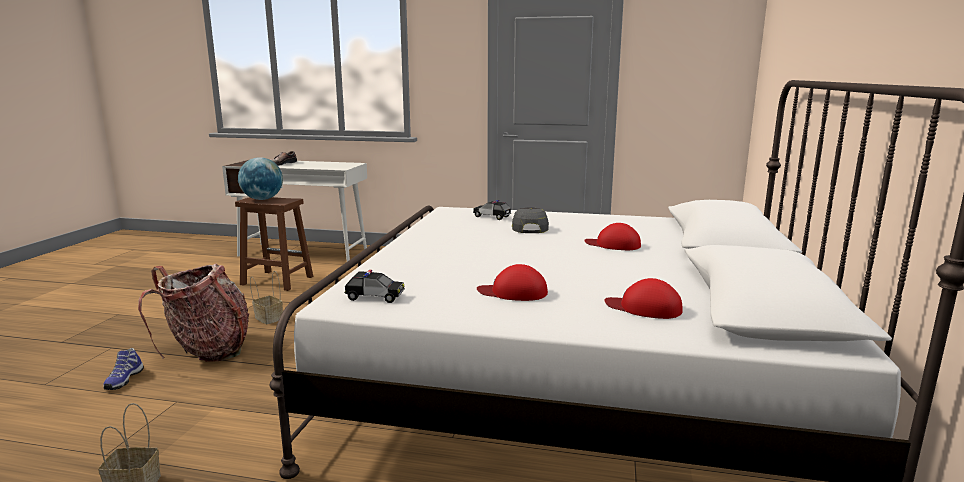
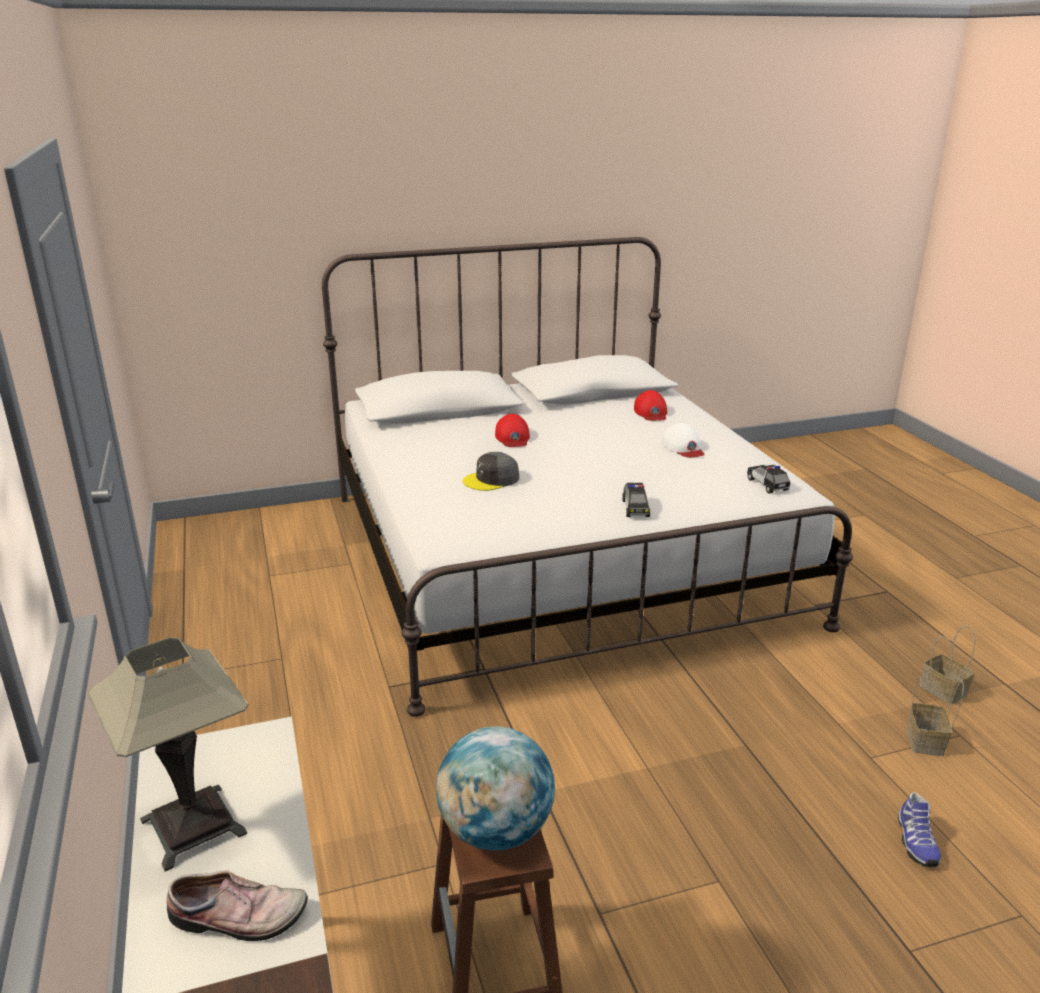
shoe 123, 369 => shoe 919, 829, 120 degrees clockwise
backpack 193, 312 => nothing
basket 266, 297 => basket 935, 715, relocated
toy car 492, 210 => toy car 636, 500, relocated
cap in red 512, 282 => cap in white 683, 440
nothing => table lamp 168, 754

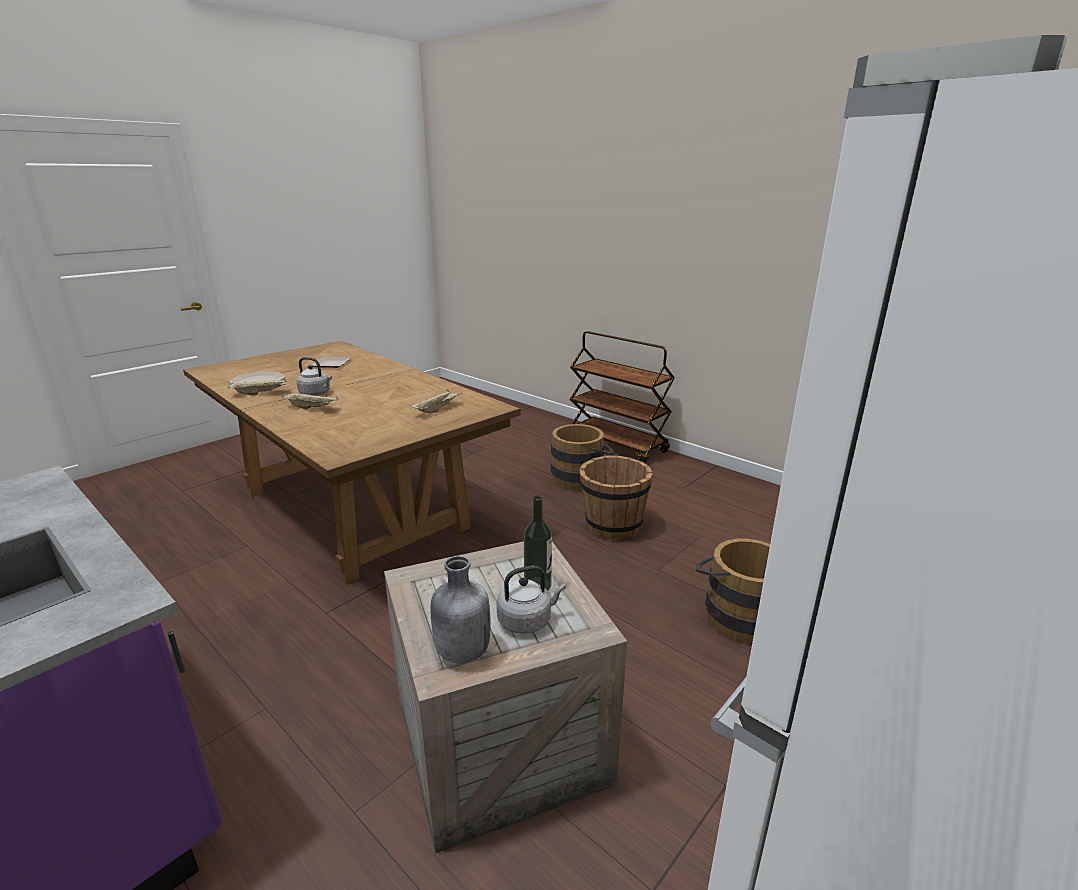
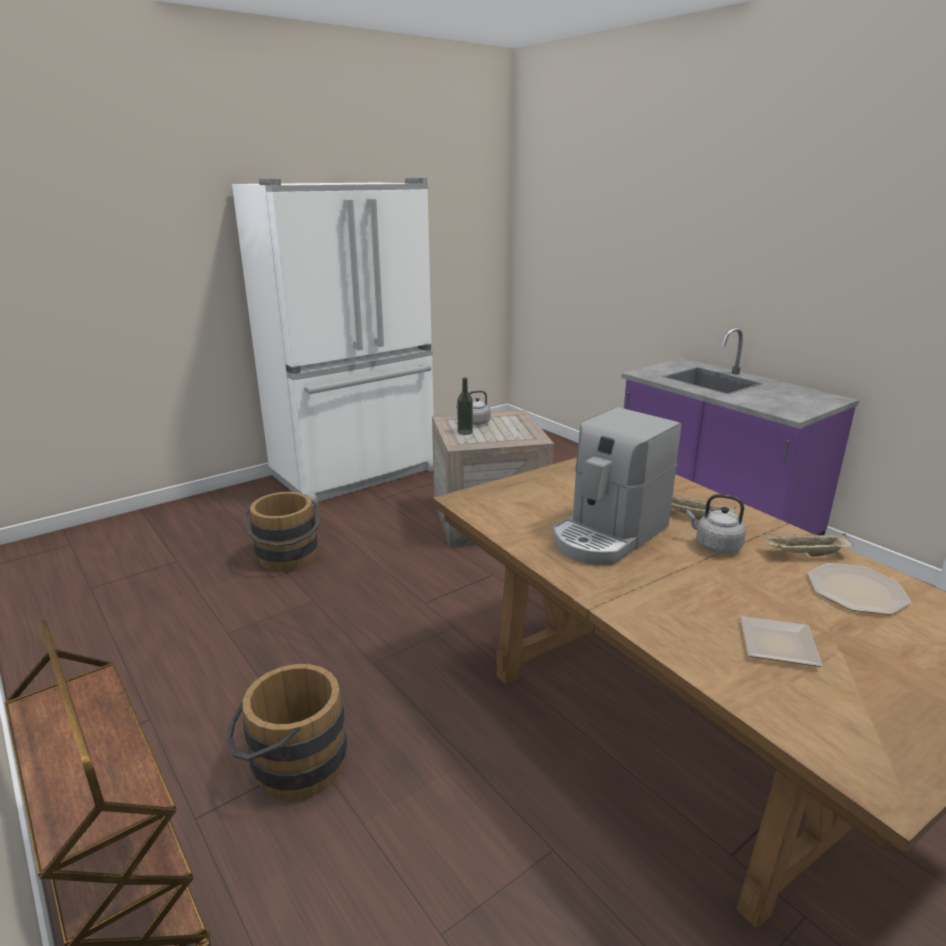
tray in beige 437, 401 => nothing
bottle in grey 460, 609 => nothing
bucket in brown 616, 498 => nothing
nothing => coffee machine 617, 486

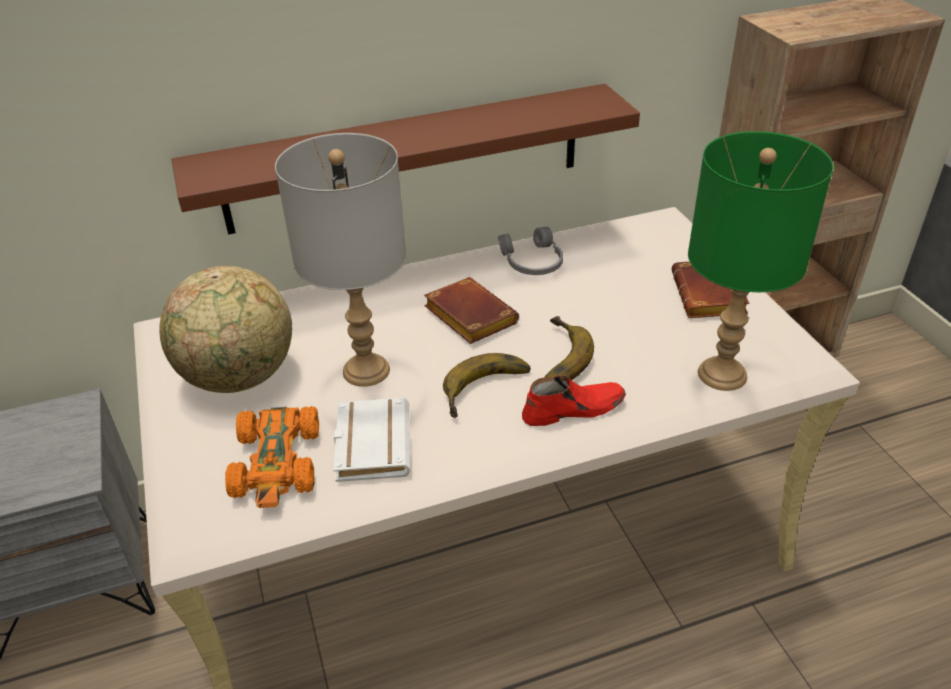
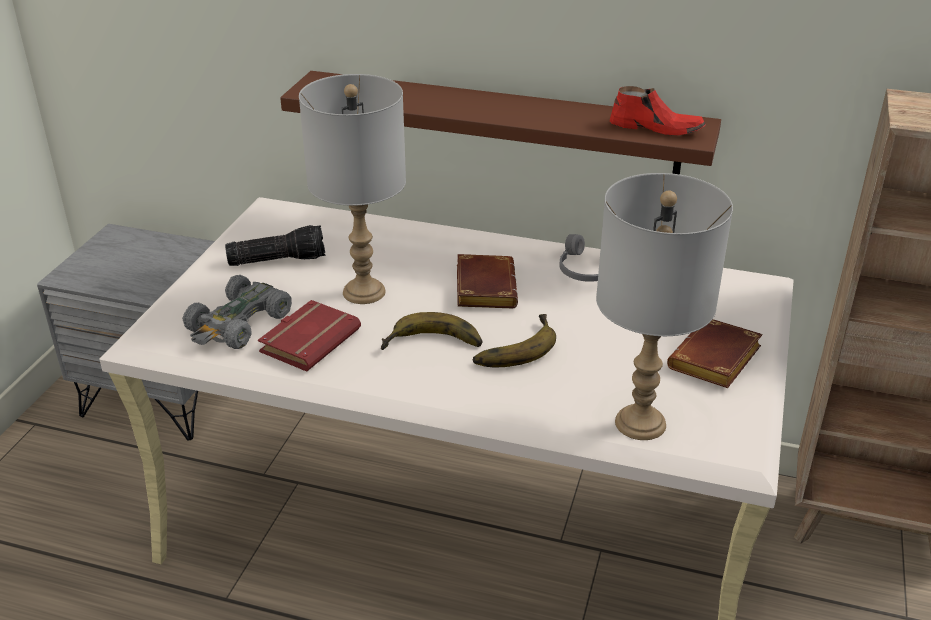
globe 225, 329 => flashlight 275, 245
toy car in orange 272, 457 => toy car in grey 237, 312
book in white 372, 440 => book in red 309, 336
shoe in red 574, 400 => shoe in red 658, 110, relocated
table lamp in green 761, 261 => table lamp in grey 664, 306

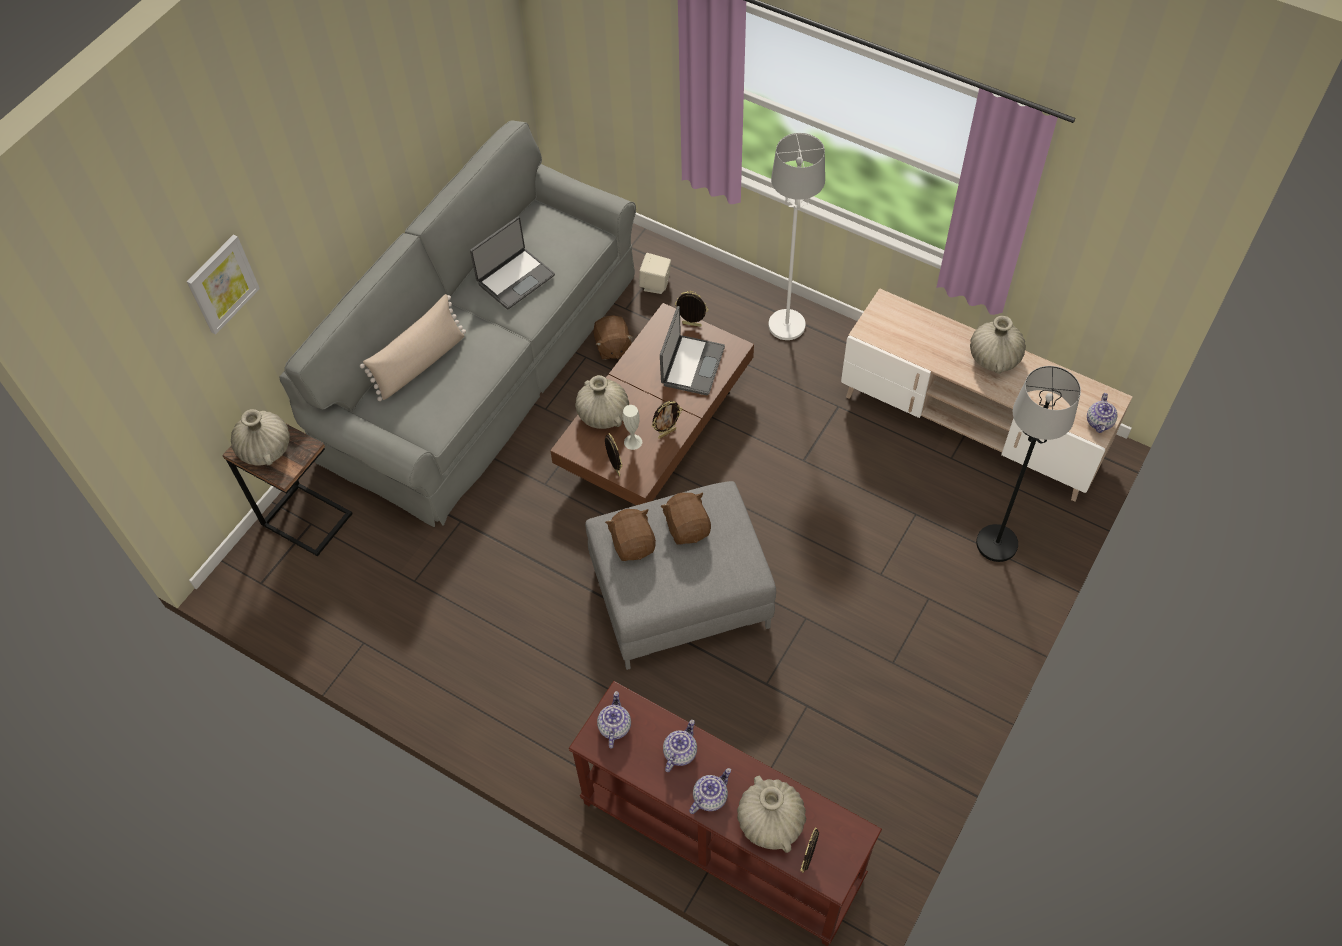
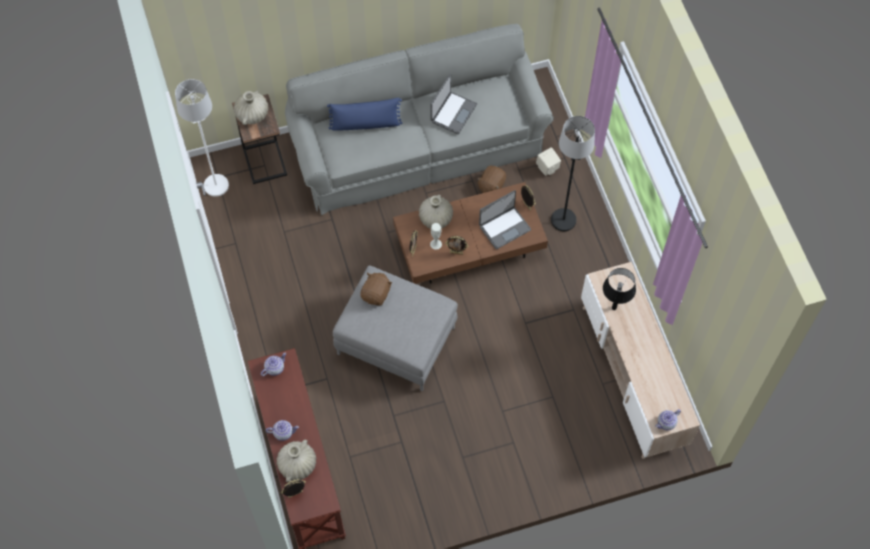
picture 223, 284 => nothing
pillow in beige 413, 347 => pillow in blue 364, 114
laptop 512, 263 => laptop 453, 104, 60 degrees counterclockwise
plush toy in brown 686, 518 => nothing
teapot 680, 746 => nothing
floor lamp in white 797, 236 => floor lamp in white 202, 138, relocated
vase in beige 998, 345 => nothing
floor lamp in black 1028, 464 => floor lamp in black 573, 173, relocated
nothing => table lamp in black 619, 289

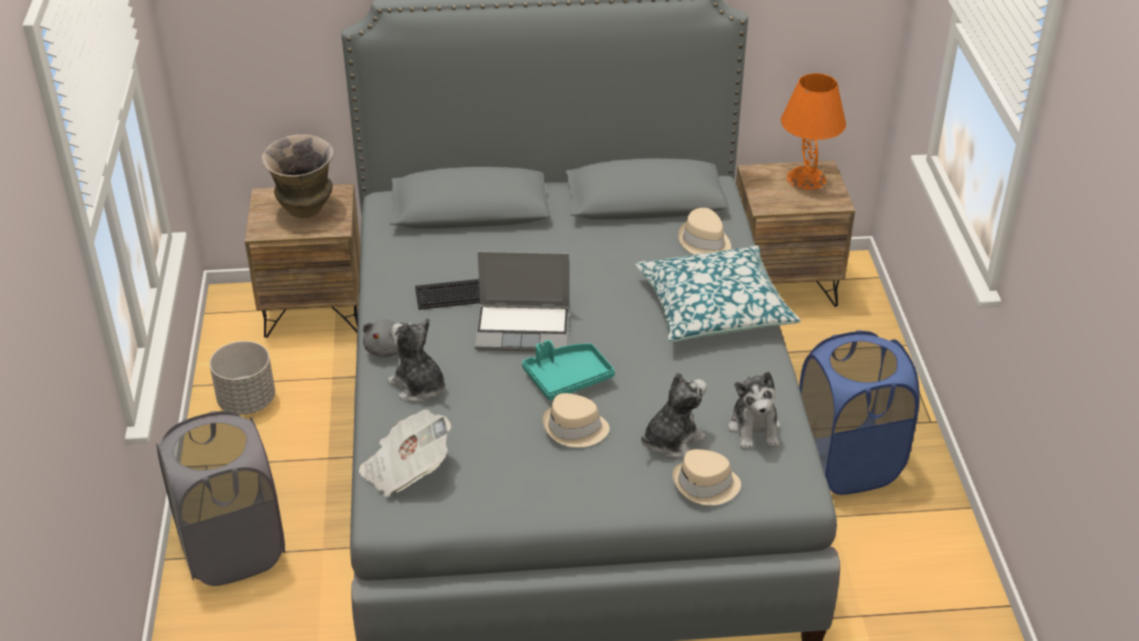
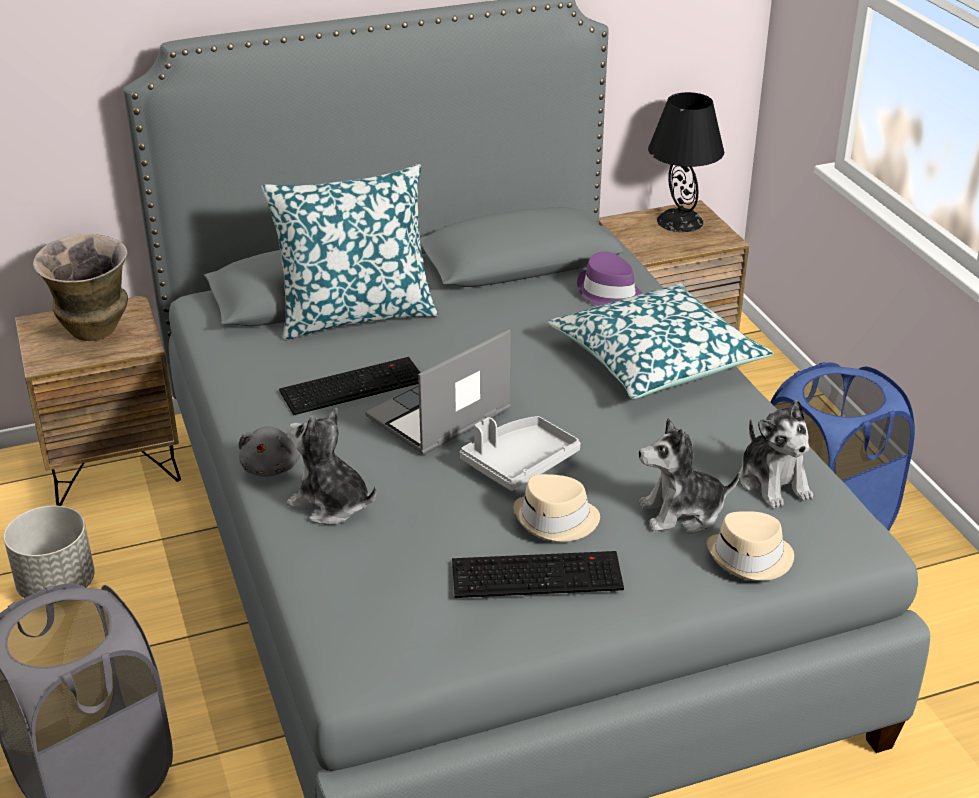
newspaper 405, 453 => nothing
laptop 522, 301 => laptop 438, 391, 150 degrees clockwise
tray in turquoise 568, 370 => tray in grey 520, 453
plush toy 674, 415 => plush toy 689, 476, 135 degrees counterclockwise
hat in beige 704, 231 => hat in purple 610, 278
table lamp in orange 813, 131 => table lamp in black 686, 162
nothing => pillow 349, 252
nothing => keyboard 538, 574

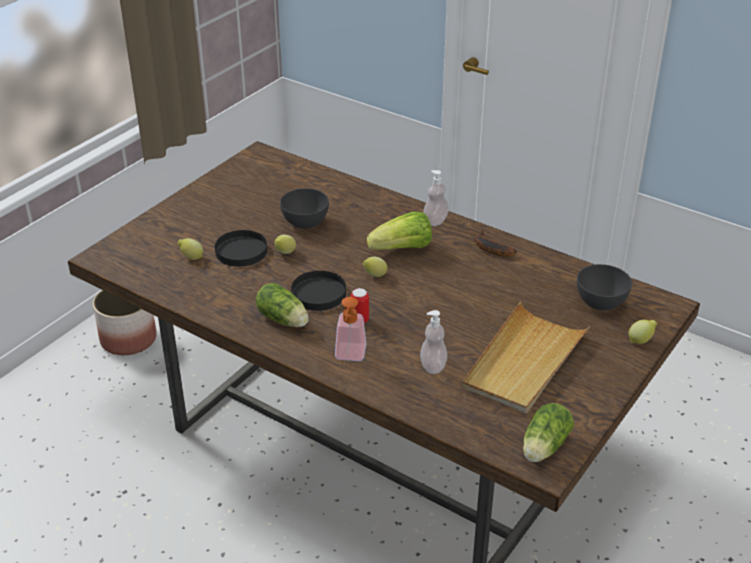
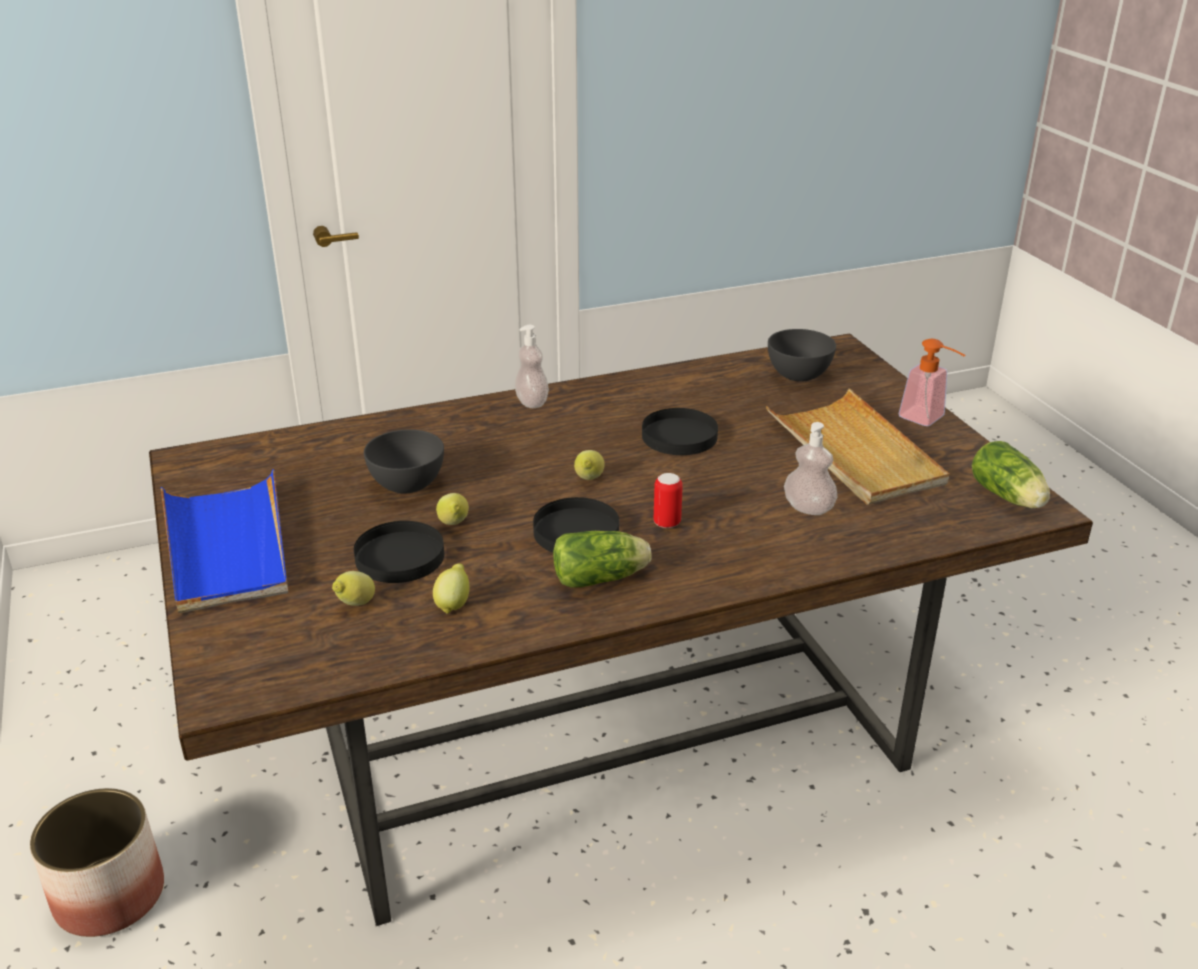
soap dispenser 350, 329 => soap dispenser 931, 382, relocated
lettuce 399, 231 => nothing
banana 496, 243 => nothing
lemon 642, 332 => lemon 451, 589, relocated
nothing => tray in blue 224, 541
nothing => plate in black 680, 431

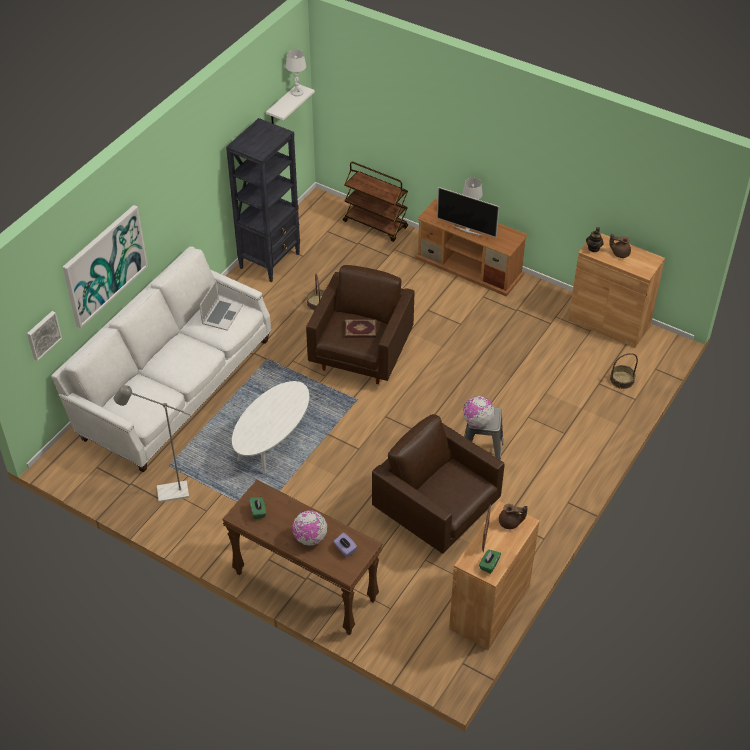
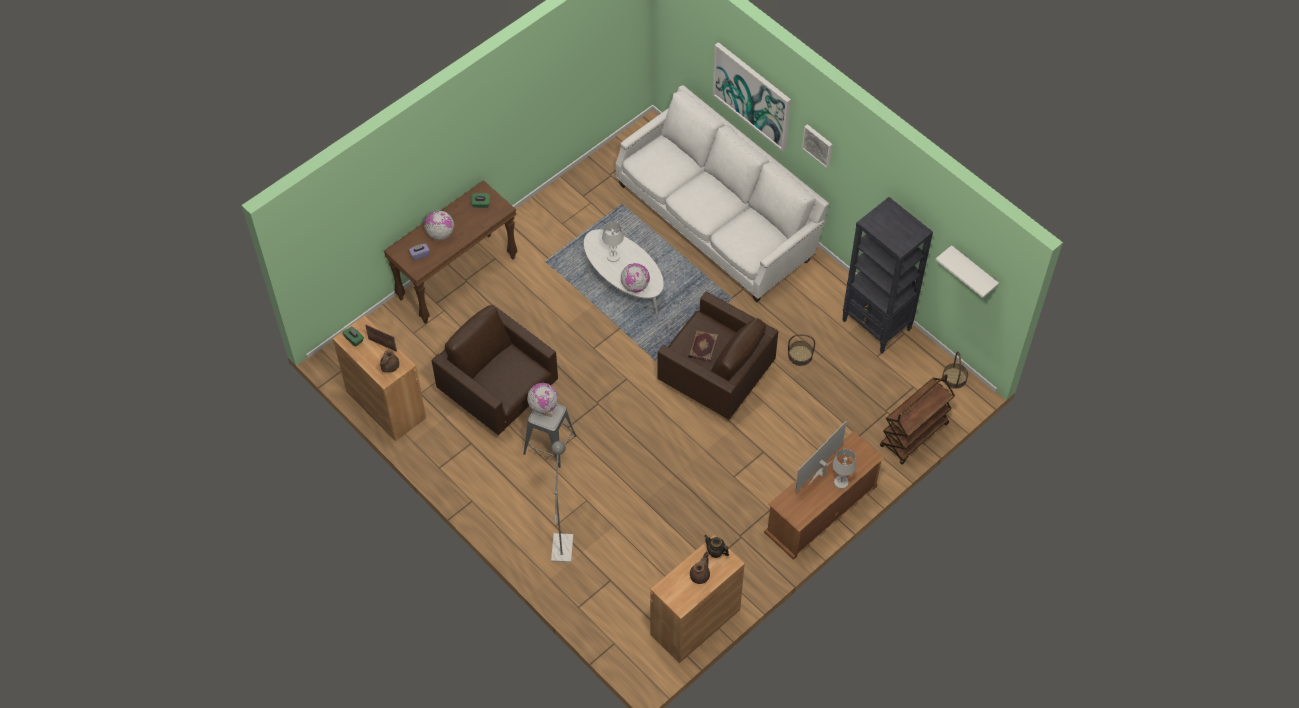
picture 44, 336 => picture 817, 146, relocated
floor lamp in grey 152, 443 => floor lamp in grey 562, 502, relocated
laptop 221, 305 => nothing
table lamp in white 296, 72 => table lamp in white 613, 242, relocated
armchair in brown 438, 484 => armchair in brown 495, 370, 105 degrees counterclockwise
basket 624, 371 => basket 955, 370, relocated
nothing => globe 635, 278

